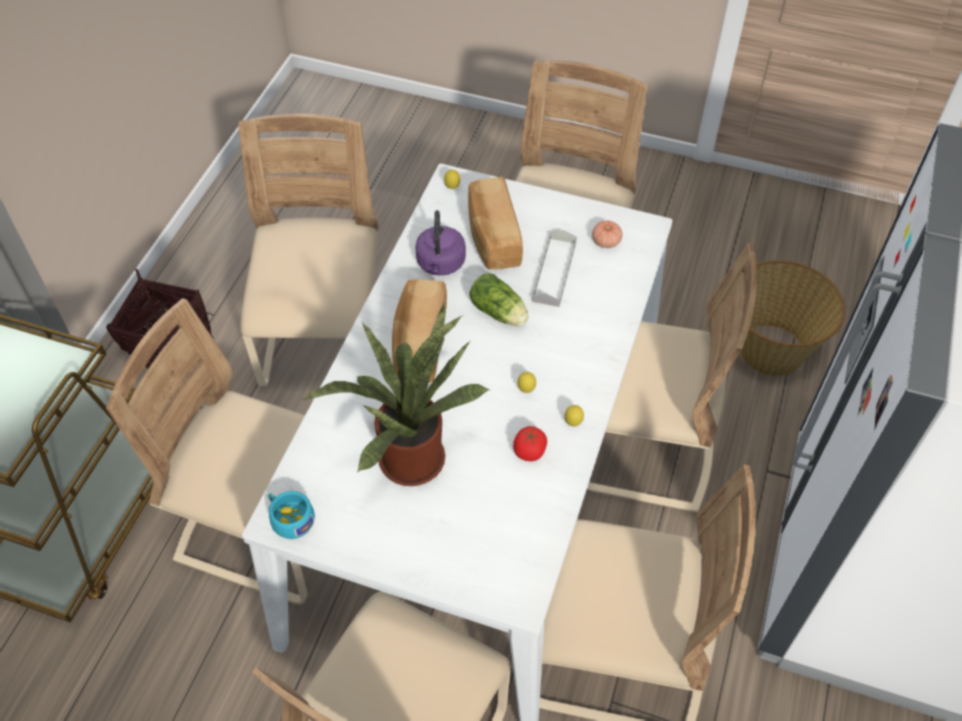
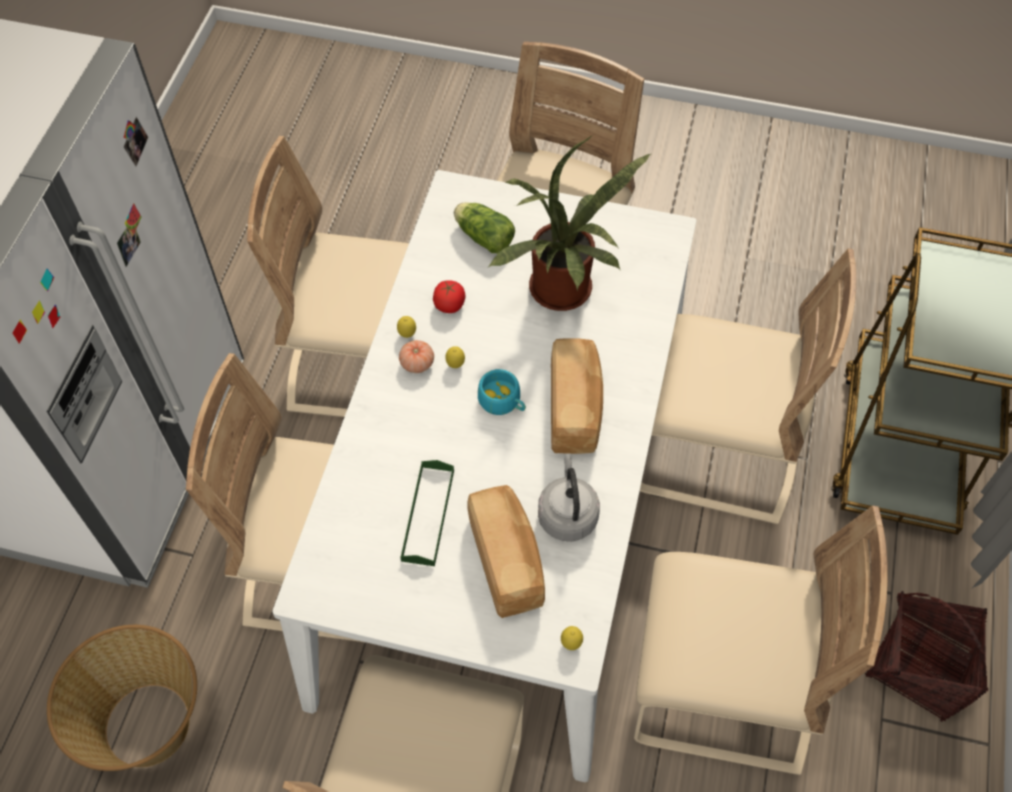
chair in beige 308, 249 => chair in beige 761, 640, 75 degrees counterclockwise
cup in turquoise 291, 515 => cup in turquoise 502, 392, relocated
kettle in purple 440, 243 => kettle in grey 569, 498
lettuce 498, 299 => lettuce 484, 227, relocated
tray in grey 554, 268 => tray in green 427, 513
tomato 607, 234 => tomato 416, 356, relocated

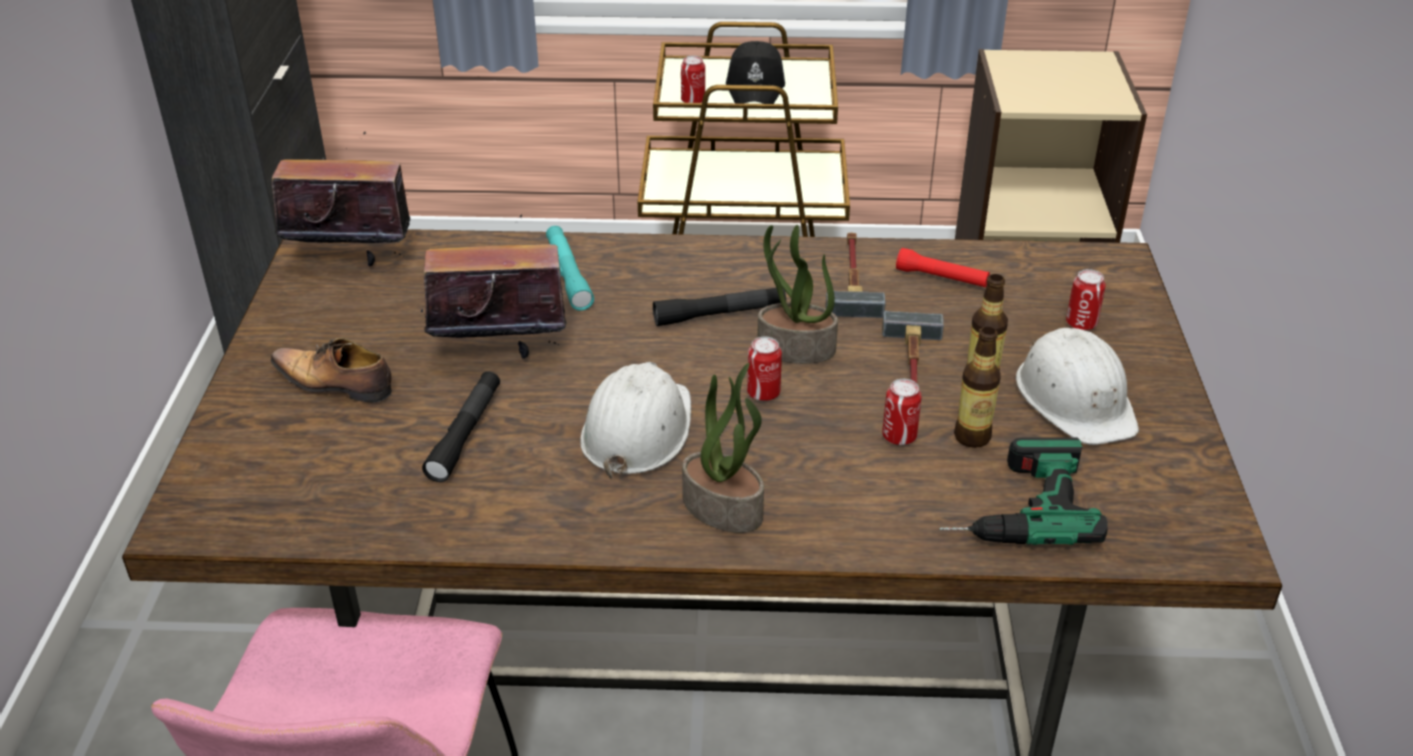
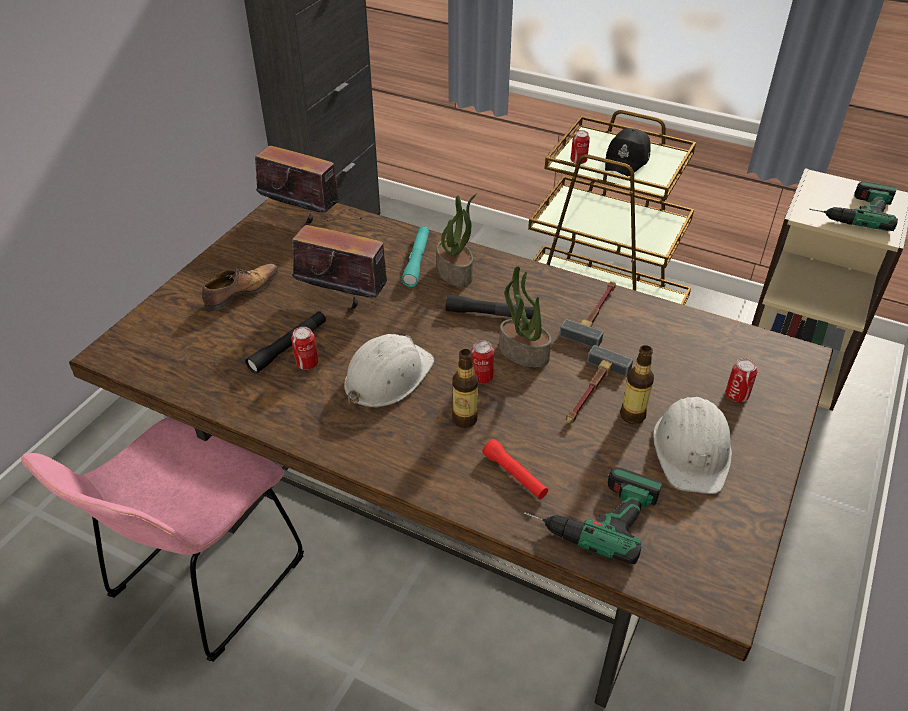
shoe 331, 370 => shoe 240, 287, 90 degrees clockwise
potted plant 723, 448 => potted plant 457, 240, relocated
can 902, 412 => can 304, 348, relocated
flashlight in red 943, 268 => flashlight in red 515, 469, relocated
bottle 977, 387 => bottle 465, 388, relocated
nothing => power drill 853, 206

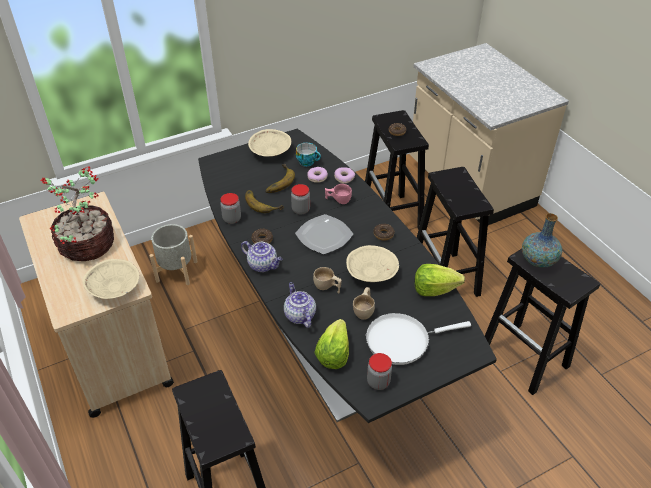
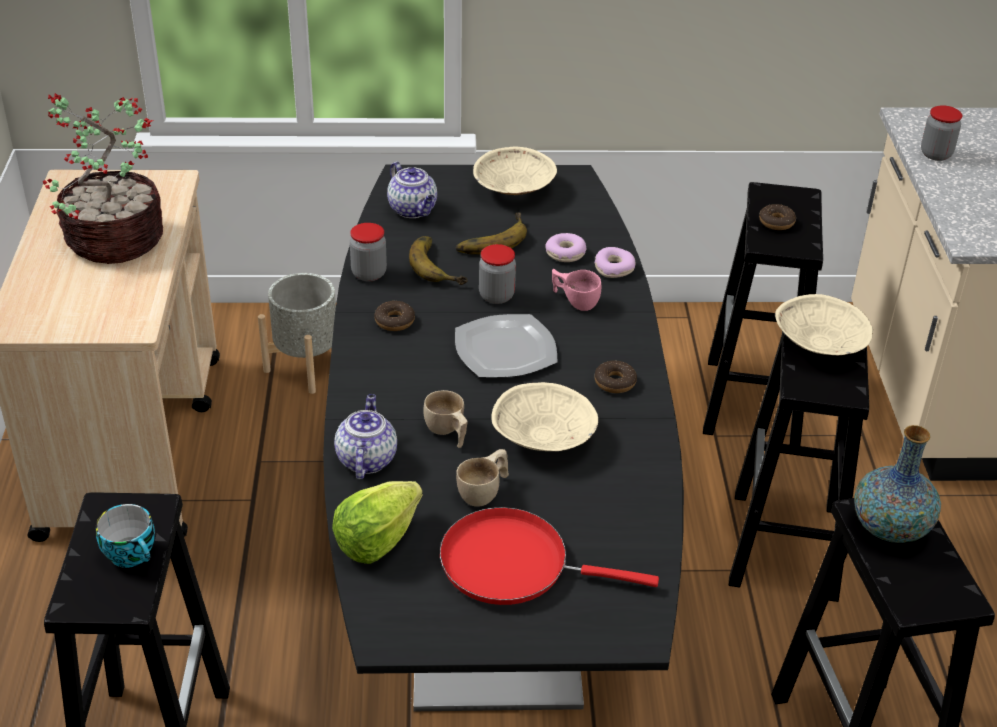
bowl in beige 110, 279 => bowl in beige 824, 324, relocated
teapot 262, 256 => teapot 412, 190, relocated
cup 308, 155 => cup 125, 536, relocated
frying pan in white 418, 339 => frying pan in red 549, 556
jar 379, 371 => jar 941, 133, relocated
lettuce 440, 280 => nothing

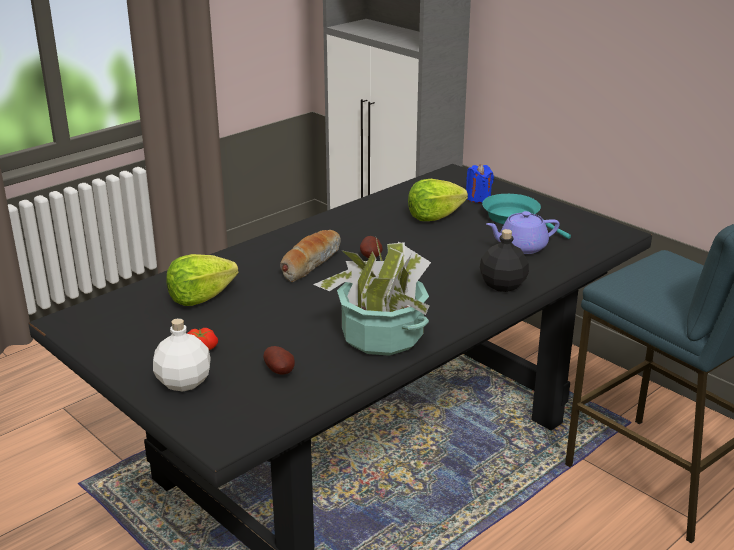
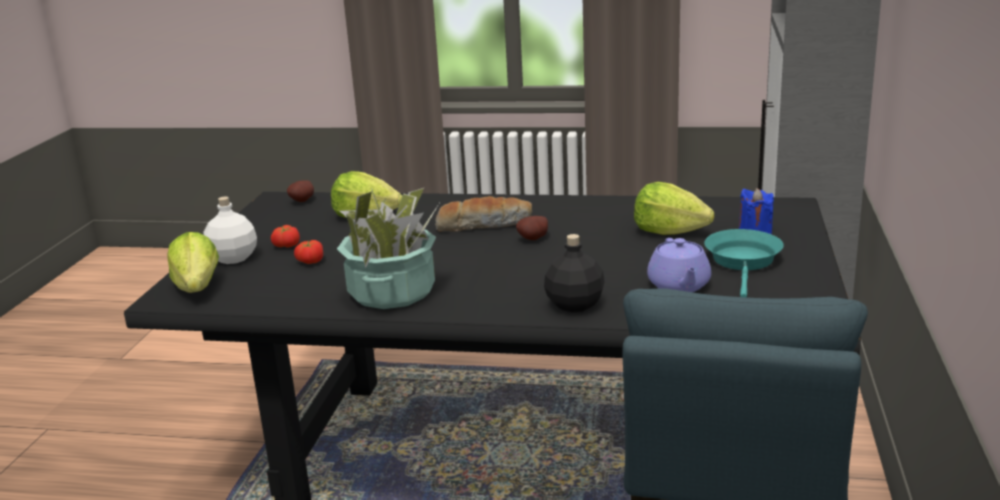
potato 279, 360 => potato 300, 191, relocated
teapot in purple 523, 232 => teapot in purple 679, 265, 135 degrees counterclockwise
nothing => lettuce 193, 262
nothing => tomato 308, 252

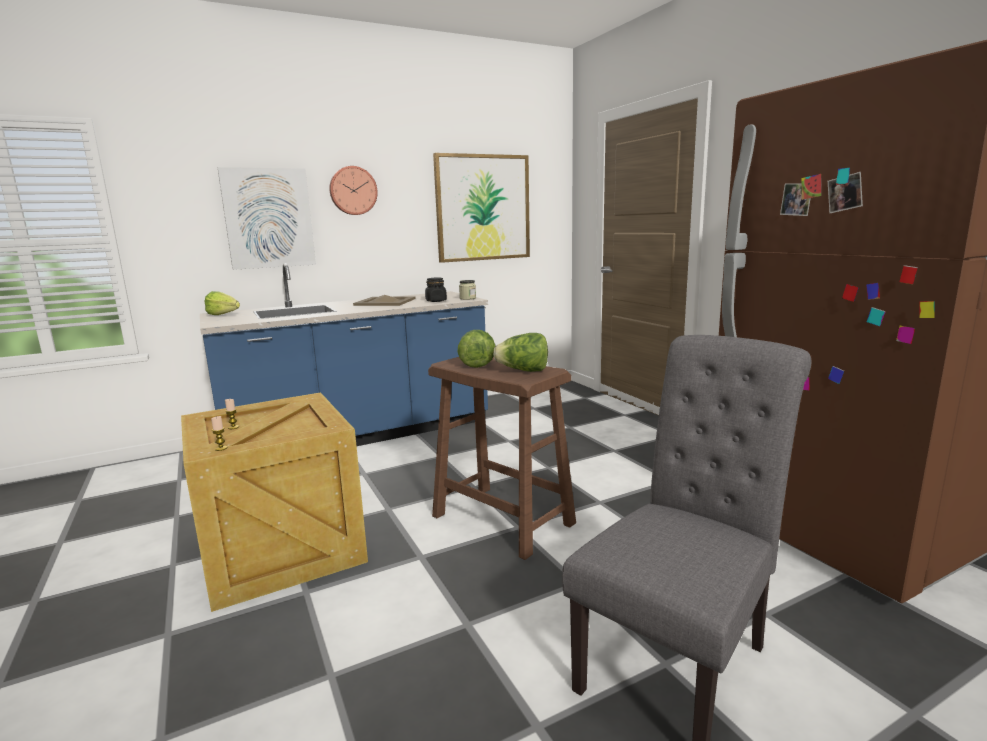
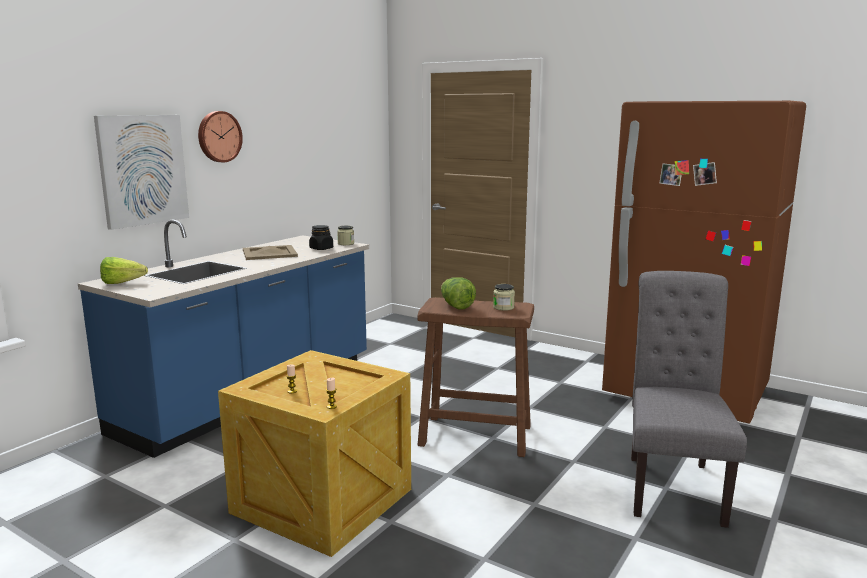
picture 481, 208 => nothing
lettuce 520, 352 => jar 504, 297

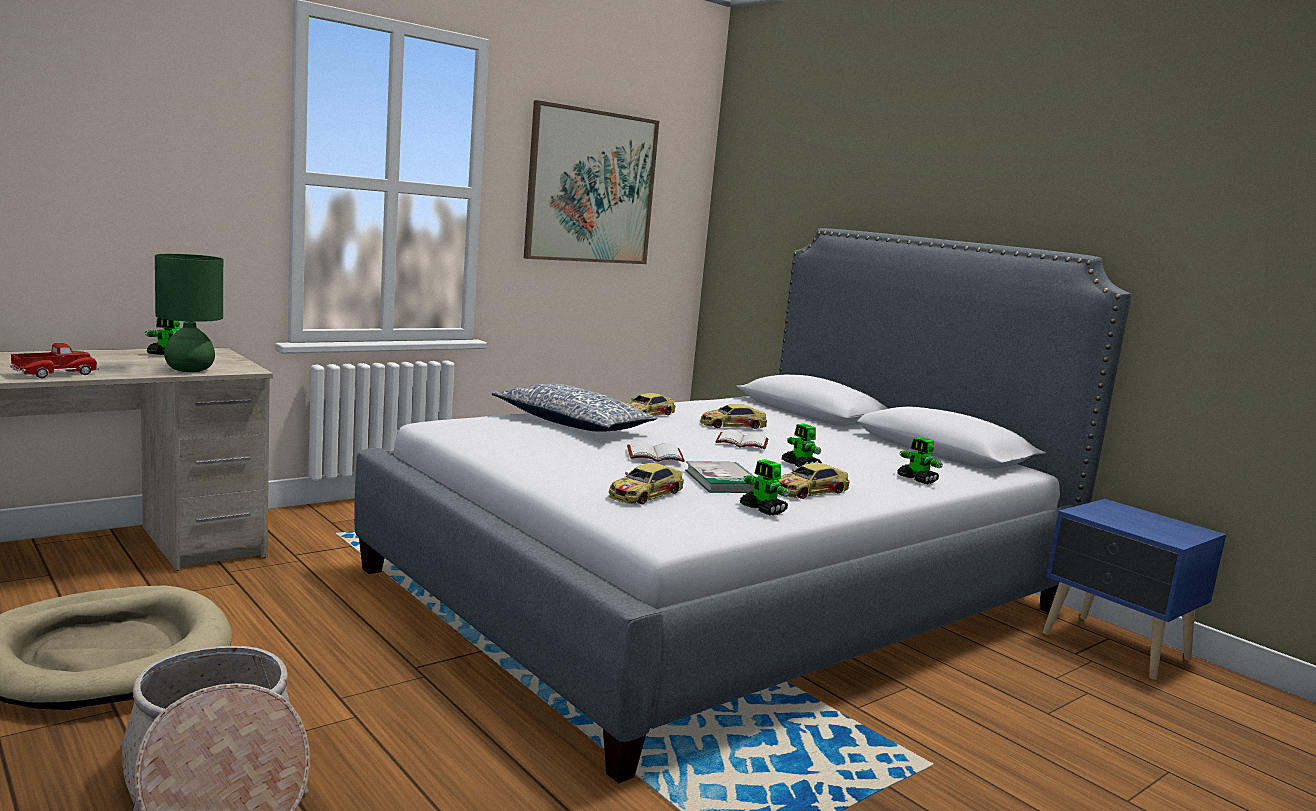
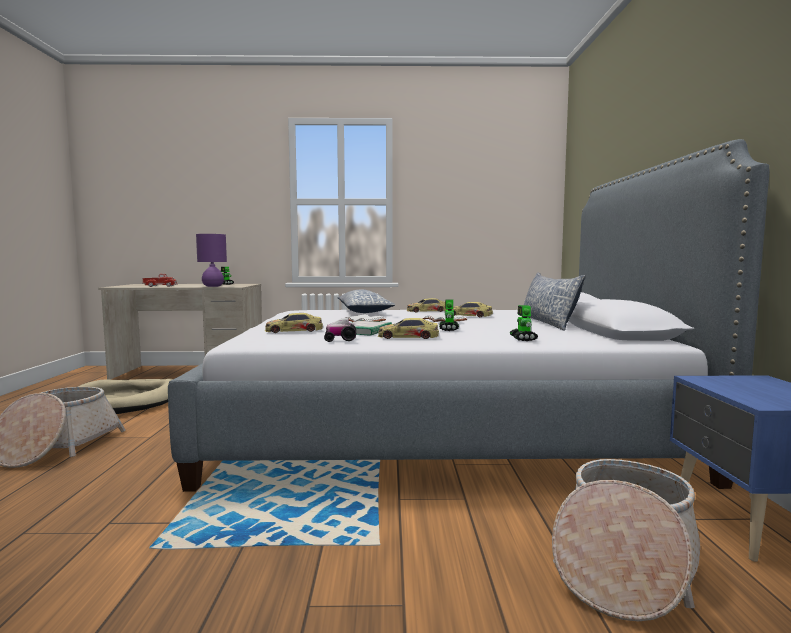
table lamp in green 189, 313 => table lamp in purple 211, 260
picture 591, 182 => nothing
toy robot 765, 487 => toy car 340, 330
nothing => pillow 554, 301
nothing => basket 626, 540

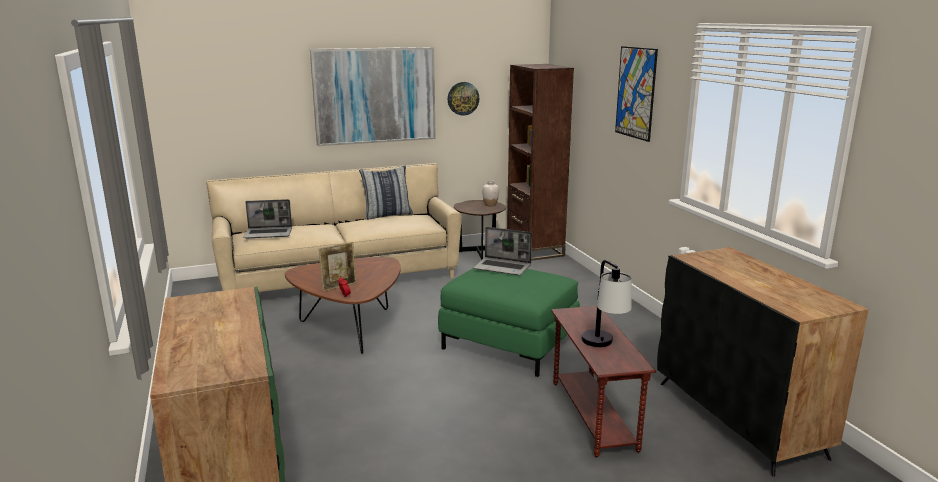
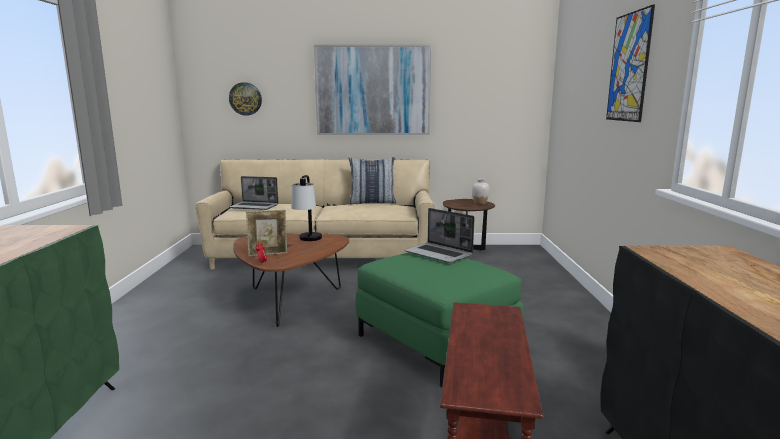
wall clock 463, 99 => wall clock 245, 99, relocated
bookcase in brown 540, 162 => nothing
table lamp 607, 303 => table lamp 306, 208, relocated

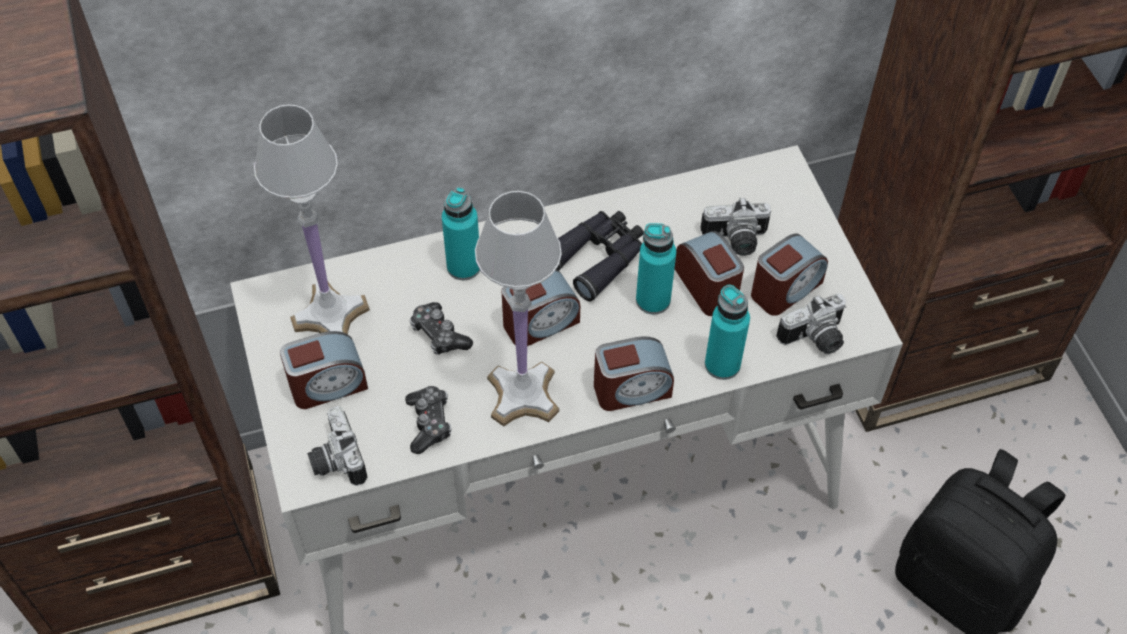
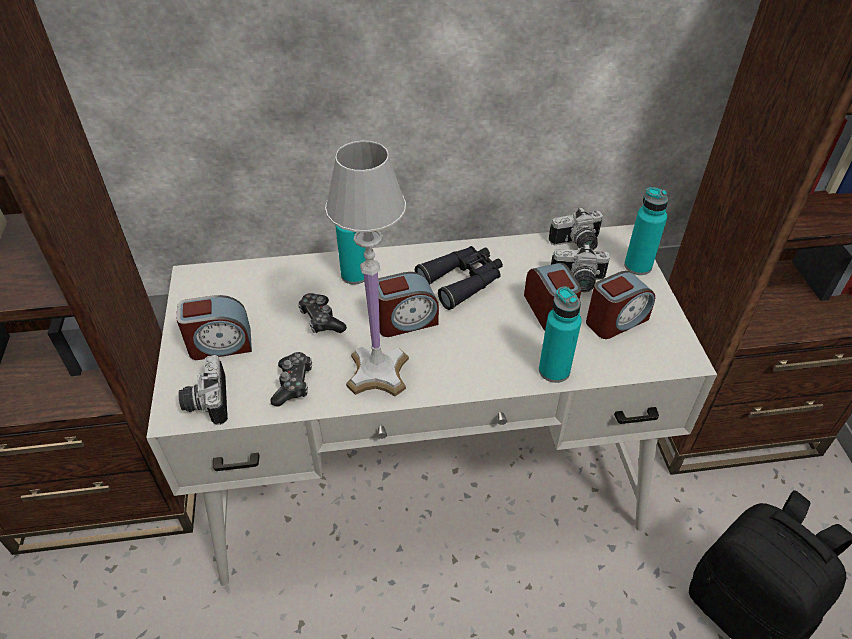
table lamp in white 312, 219 => nothing
alarm clock 634, 374 => nothing
bottle in turquoise 656, 269 => bottle in turquoise 646, 231, relocated
photo camera 811, 323 => photo camera 576, 228, relocated

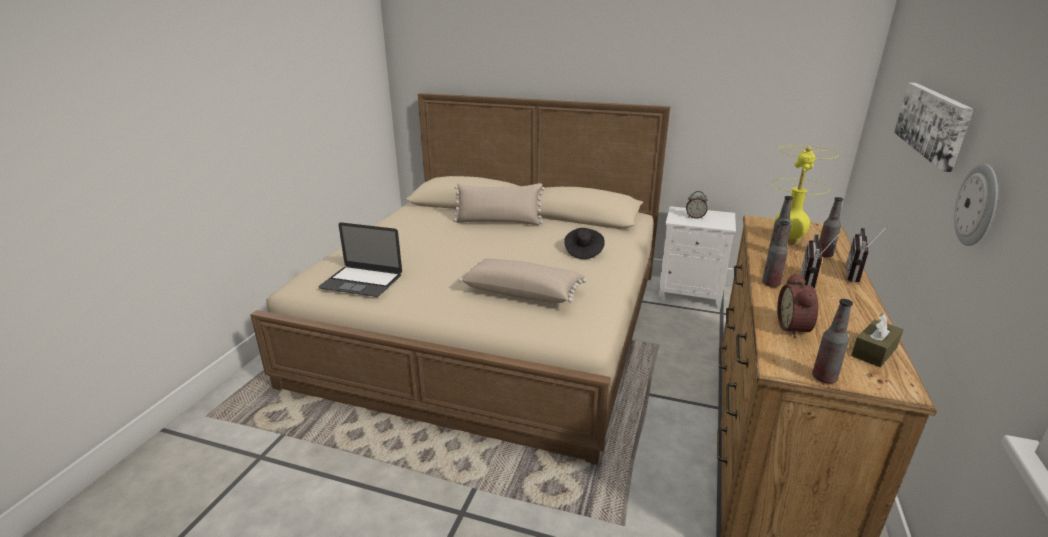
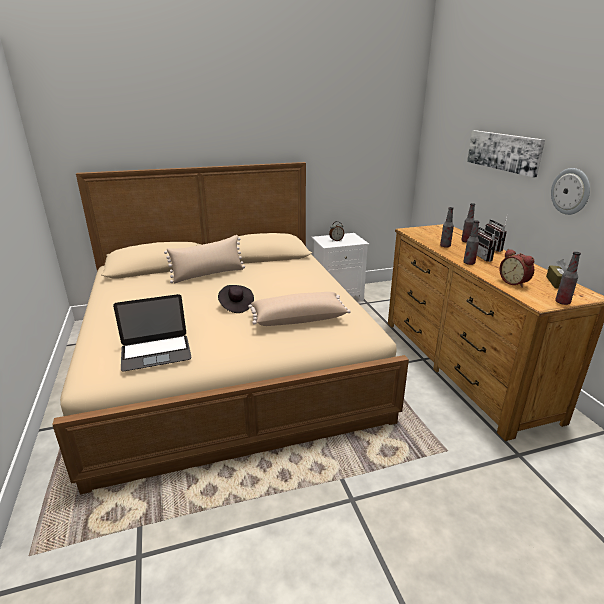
hat in black 584, 243 => hat in black 236, 299, relocated
table lamp in yellow 805, 194 => nothing

